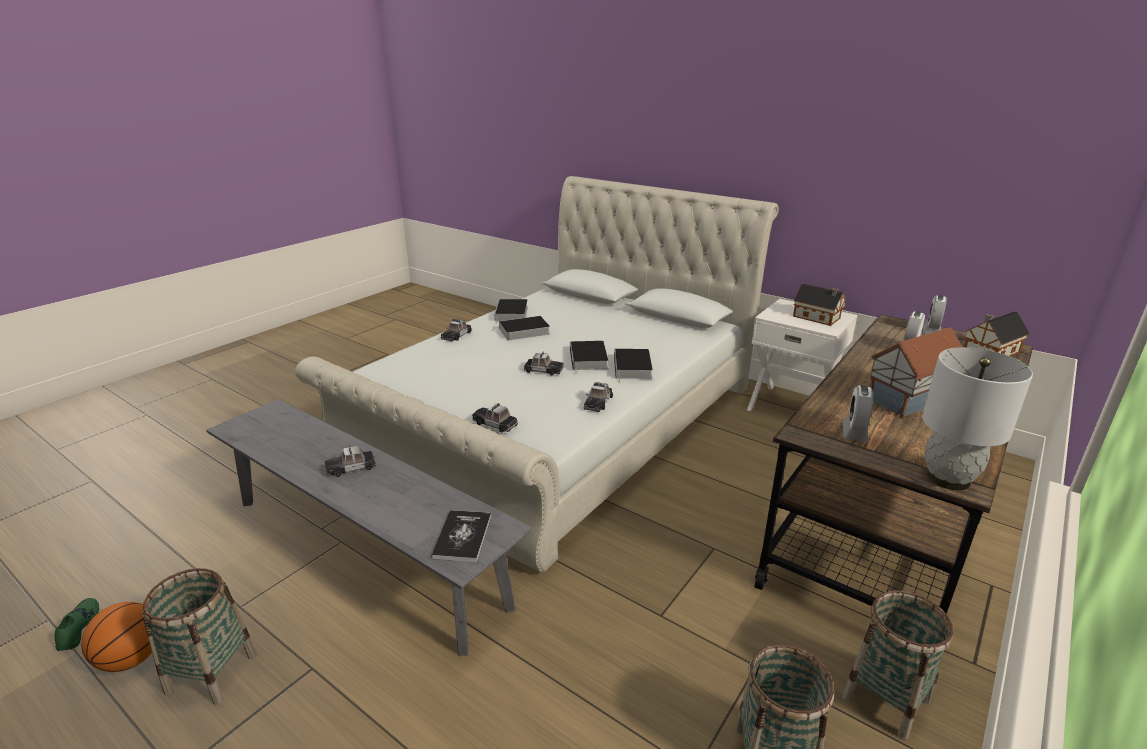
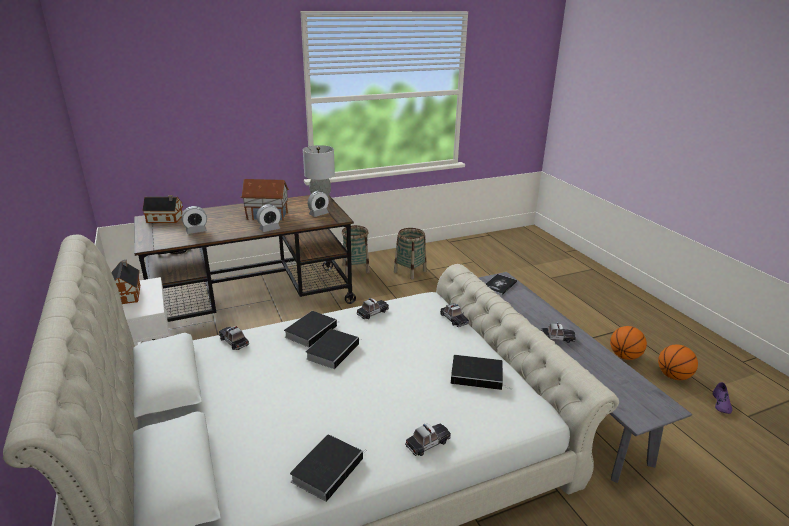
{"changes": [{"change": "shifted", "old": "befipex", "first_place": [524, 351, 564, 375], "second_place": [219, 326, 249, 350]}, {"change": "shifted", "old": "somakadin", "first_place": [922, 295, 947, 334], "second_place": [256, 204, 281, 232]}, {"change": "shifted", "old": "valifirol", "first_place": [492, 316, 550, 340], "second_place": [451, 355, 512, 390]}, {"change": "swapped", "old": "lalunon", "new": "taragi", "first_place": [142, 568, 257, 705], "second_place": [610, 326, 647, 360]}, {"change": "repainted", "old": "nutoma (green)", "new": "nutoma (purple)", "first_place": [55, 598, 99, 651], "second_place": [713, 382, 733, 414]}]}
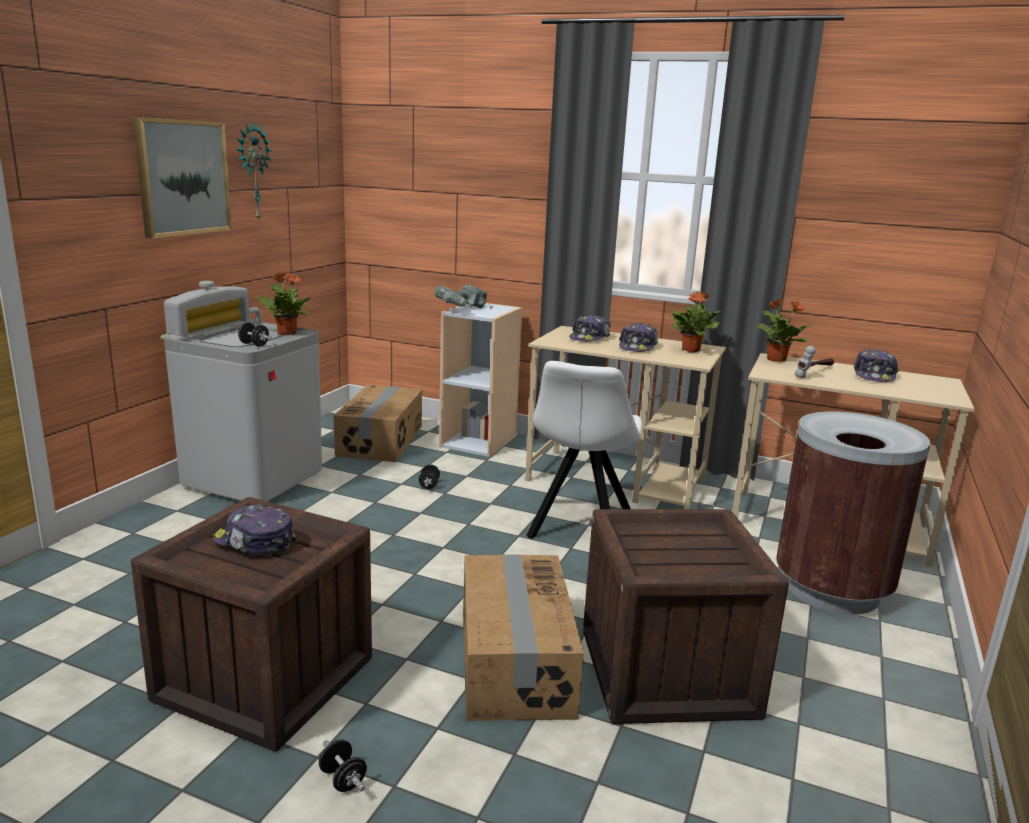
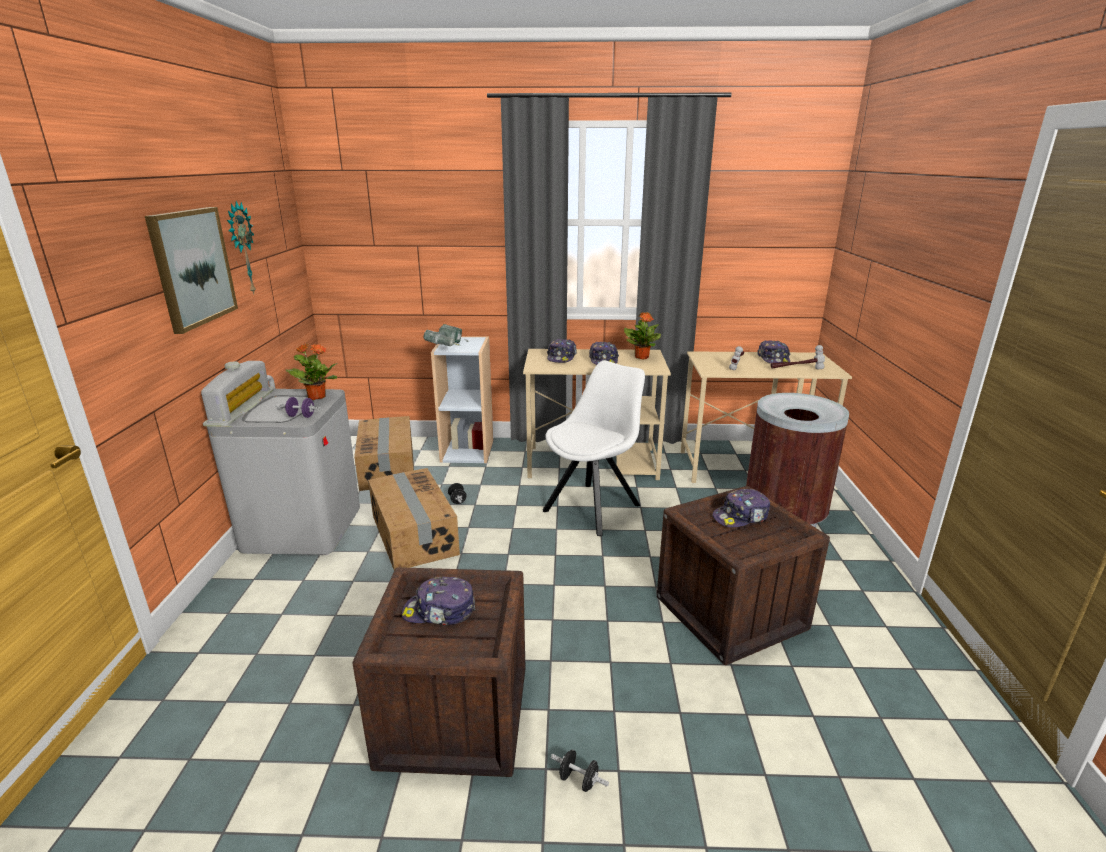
{"changes": [{"change": "repainted", "old": "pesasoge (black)", "new": "pesasoge (purple)", "first_place": [236, 322, 272, 347], "second_place": [279, 397, 321, 418]}, {"change": "shifted", "old": "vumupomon", "first_place": [463, 555, 584, 721], "second_place": [368, 468, 460, 571]}, {"change": "rotated", "old": "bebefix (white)", "first_place": [526, 361, 642, 539], "second_place": [543, 361, 645, 536], "degrees": -135}, {"change": "new", "new": "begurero", "second_place": [713, 489, 770, 527]}, {"change": "new", "new": "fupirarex", "second_place": [771, 345, 825, 369]}, {"change": "gone", "old": "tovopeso", "first_place": [754, 299, 812, 362]}]}
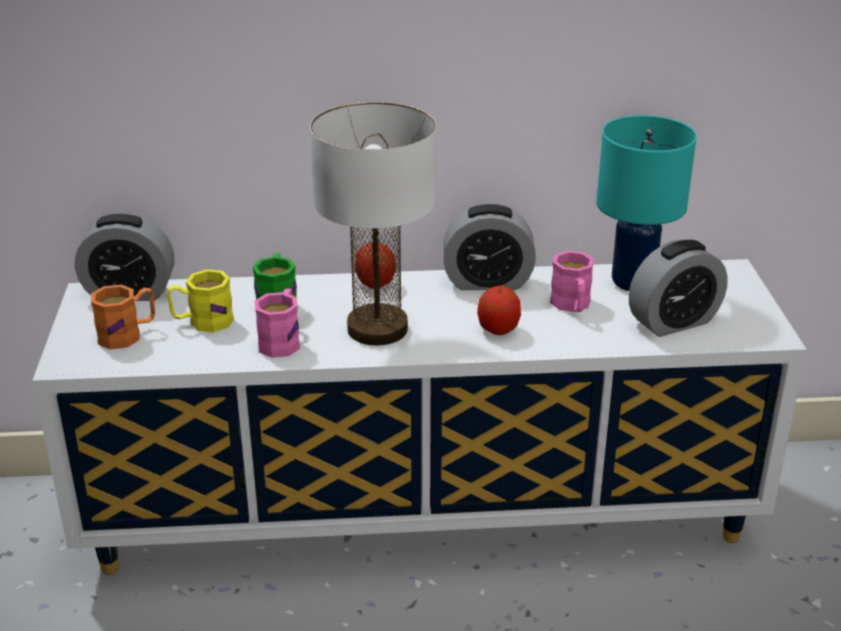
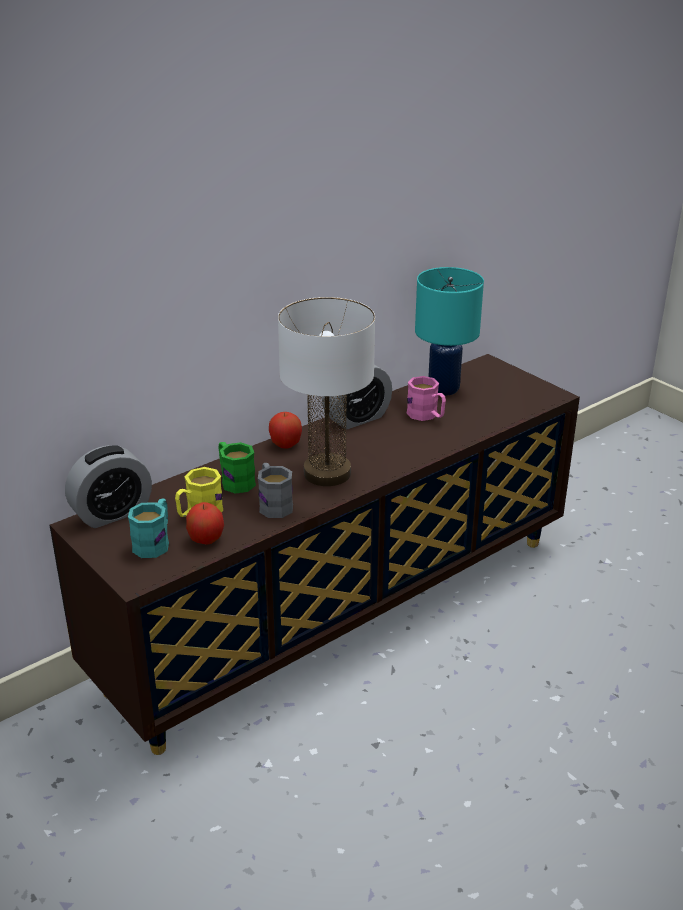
{"changes": [{"change": "repainted", "old": "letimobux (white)", "new": "letimobux (brown)", "first_place": [32, 259, 807, 575], "second_place": [50, 354, 580, 755]}, {"change": "repainted", "old": "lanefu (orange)", "new": "lanefu (turquoise)", "first_place": [91, 285, 155, 349], "second_place": [128, 498, 169, 558]}, {"change": "shifted", "old": "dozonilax", "first_place": [477, 286, 521, 335], "second_place": [186, 502, 224, 544]}, {"change": "repainted", "old": "lanefu (pink)", "new": "lanefu (grey)", "first_place": [255, 288, 300, 358], "second_place": [258, 463, 293, 518]}, {"change": "gone", "old": "somakadin", "first_place": [629, 240, 728, 337]}]}
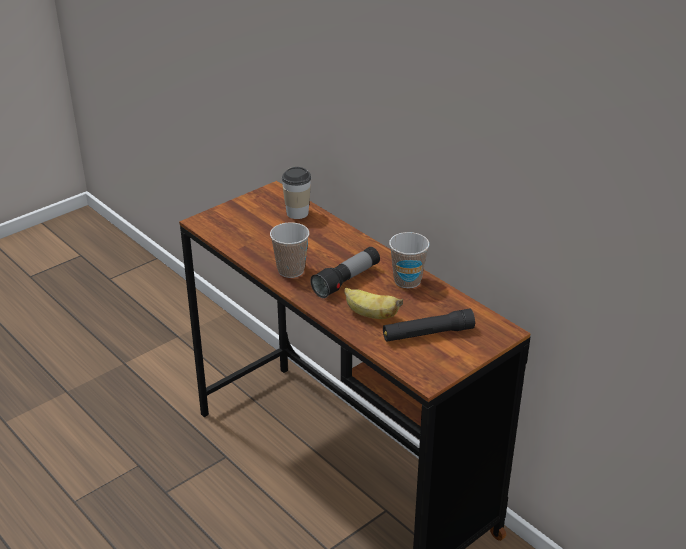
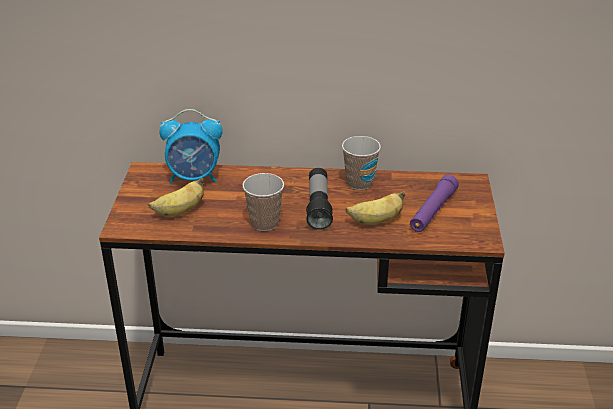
{"changes": [{"change": "new", "new": "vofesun", "second_place": [148, 178, 204, 217]}, {"change": "swapped", "old": "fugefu", "new": "somakadin", "first_place": [282, 167, 311, 219], "second_place": [159, 109, 223, 184]}, {"change": "repainted", "old": "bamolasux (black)", "new": "bamolasux (purple)", "first_place": [383, 309, 475, 342], "second_place": [410, 174, 459, 232]}]}
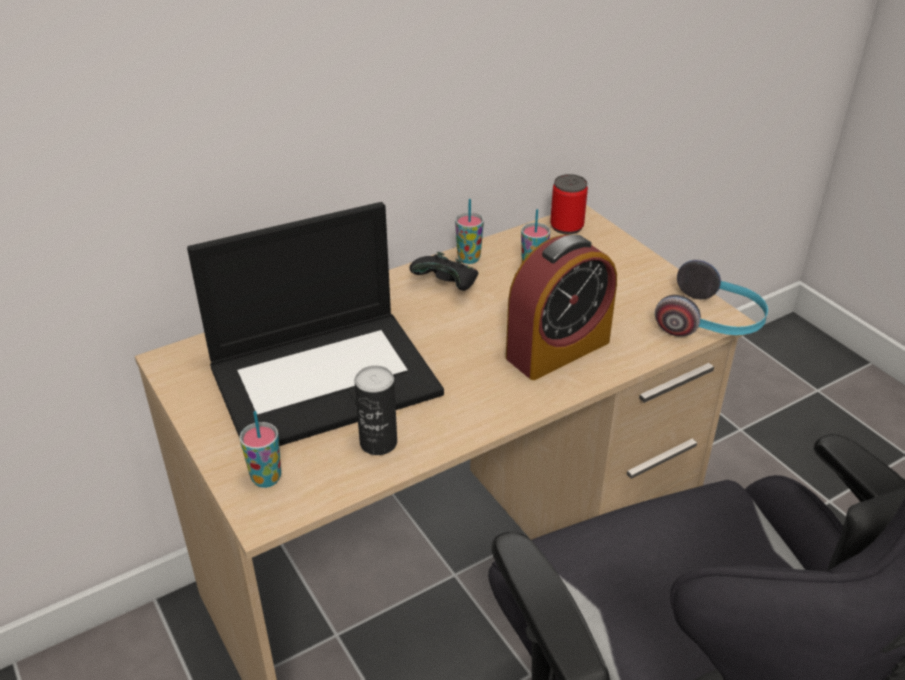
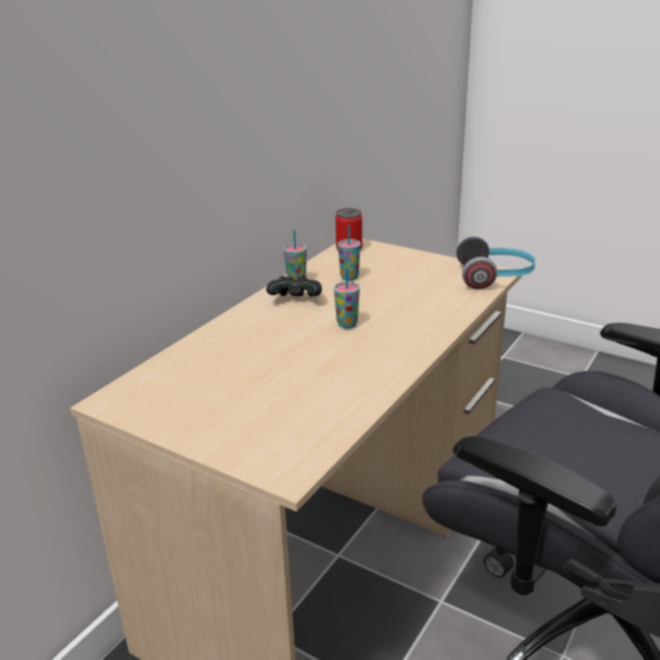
{"changes": [{"change": "shifted", "old": "fugefu", "first_place": [239, 411, 281, 488], "second_place": [334, 267, 360, 328]}, {"change": "gone", "old": "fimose", "first_place": [187, 202, 444, 446]}, {"change": "gone", "old": "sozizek", "first_place": [355, 365, 397, 455]}, {"change": "gone", "old": "somakadin", "first_place": [506, 234, 617, 380]}]}
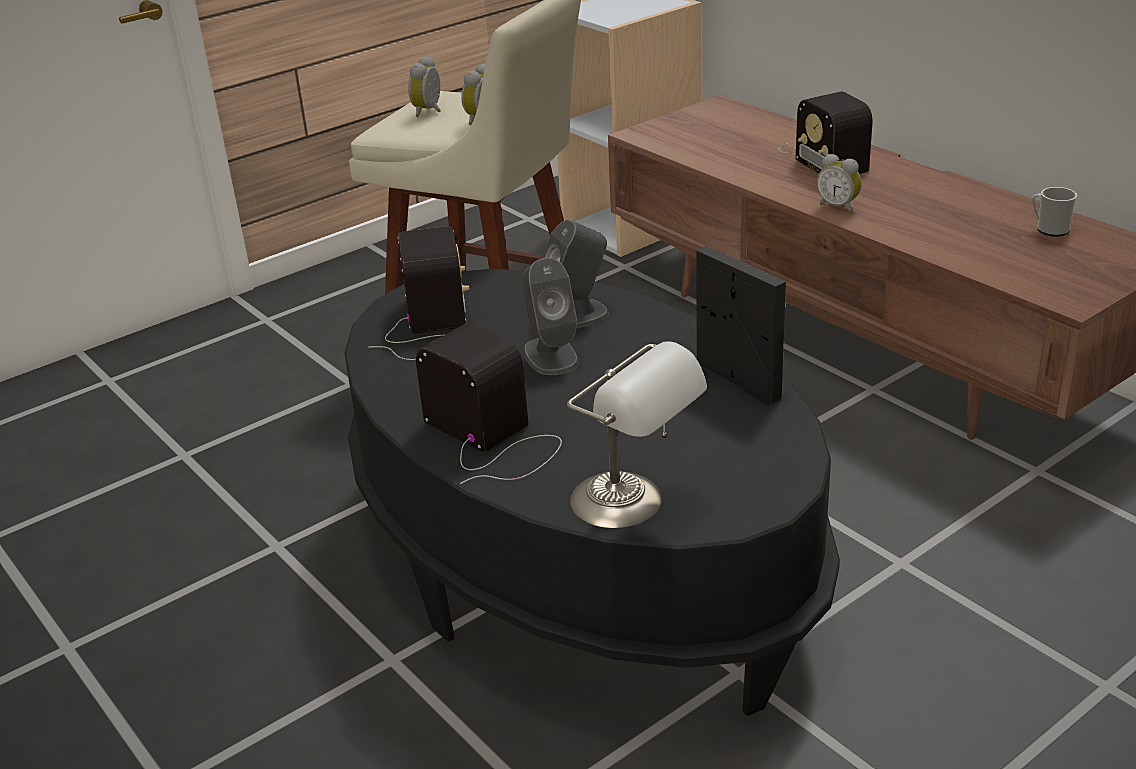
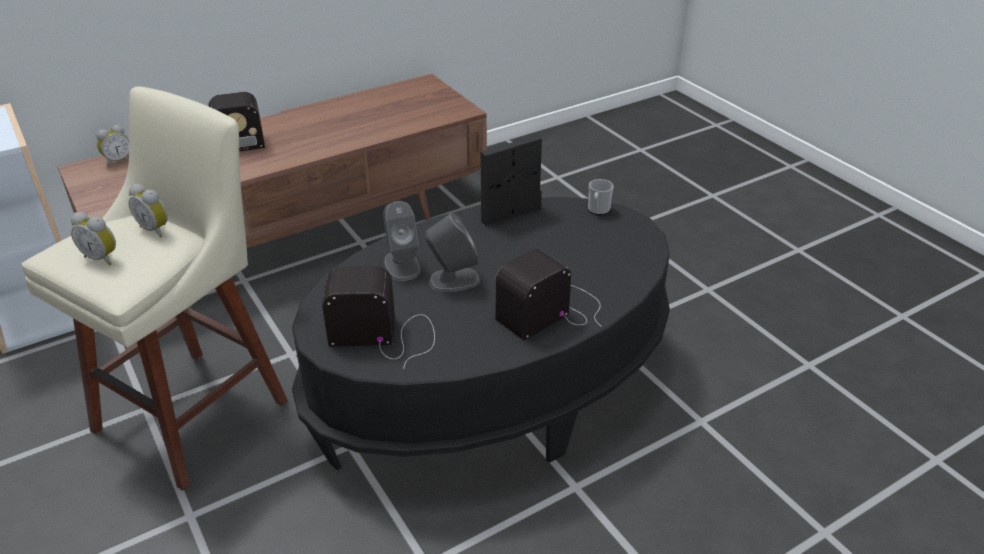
{"changes": [{"change": "shifted", "old": "somakadin", "first_place": [817, 154, 862, 213], "second_place": [96, 125, 129, 166]}, {"change": "shifted", "old": "lanefu", "first_place": [1032, 187, 1077, 237], "second_place": [588, 179, 614, 215]}, {"change": "gone", "old": "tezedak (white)", "first_place": [567, 341, 707, 528]}]}
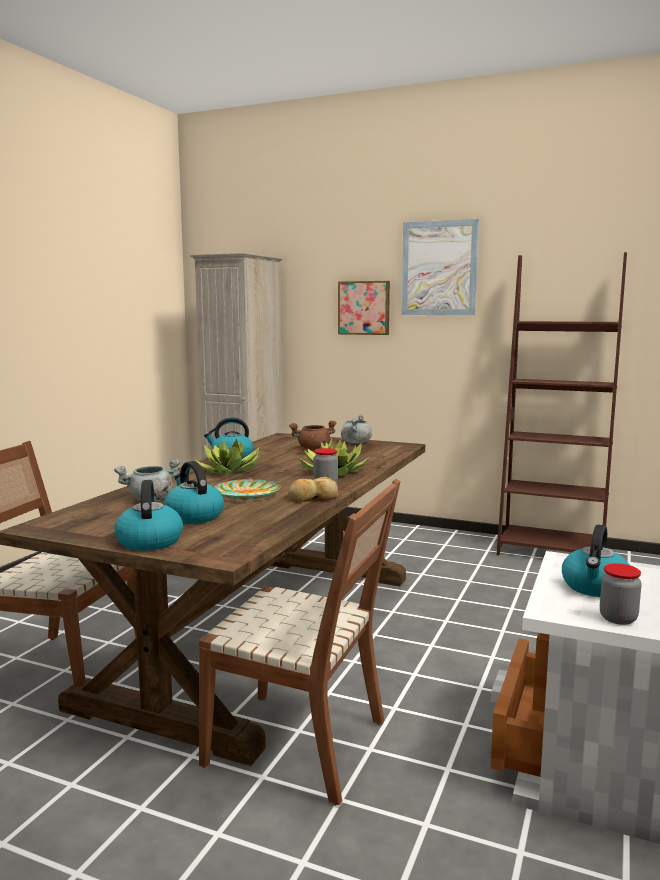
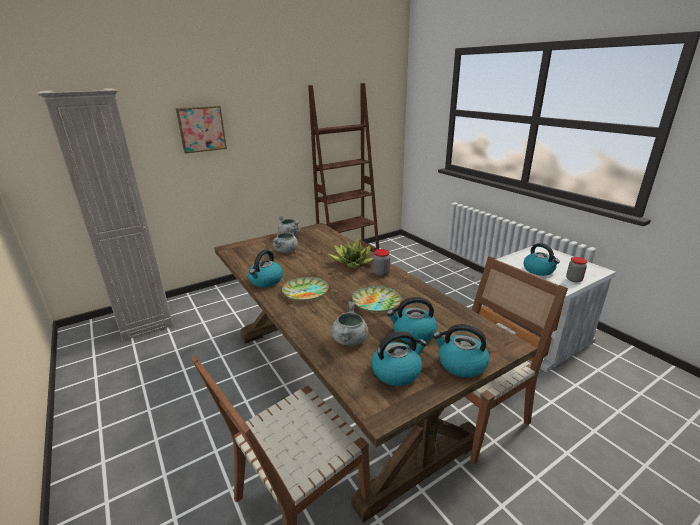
{"changes": [{"change": "repainted", "old": "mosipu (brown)", "new": "mosipu (grey)", "first_place": [289, 420, 337, 450], "second_place": [272, 226, 298, 253]}, {"change": "swapped", "old": "tovopeso", "new": "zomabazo", "first_place": [195, 439, 260, 474], "second_place": [282, 277, 329, 301]}, {"change": "new", "new": "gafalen", "second_place": [372, 331, 427, 386]}, {"change": "gone", "old": "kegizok", "first_place": [288, 477, 338, 502]}, {"change": "gone", "old": "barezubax", "first_place": [401, 219, 479, 315]}]}
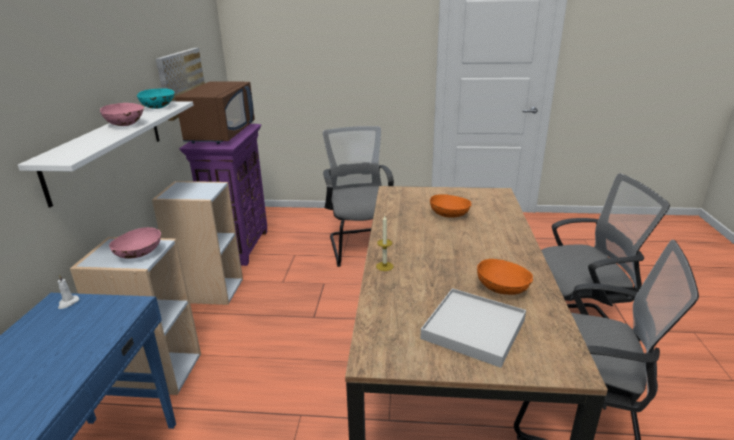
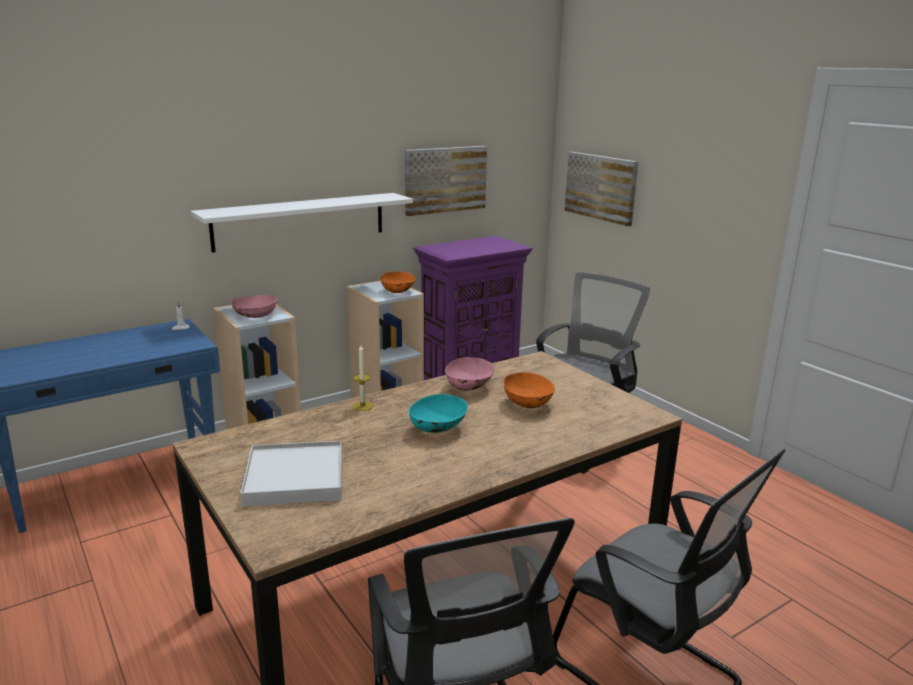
{"changes": [{"change": "shifted", "old": "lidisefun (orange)", "first_place": [477, 259, 533, 295], "second_place": [380, 272, 416, 293]}, {"change": "shifted", "old": "lidisefun (turquoise)", "first_place": [137, 88, 175, 109], "second_place": [409, 394, 468, 433]}, {"change": "shifted", "old": "lidisefun (pink)", "first_place": [100, 103, 144, 126], "second_place": [445, 357, 495, 391]}, {"change": "new", "new": "barezubax", "second_place": [565, 152, 638, 226]}, {"change": "gone", "old": "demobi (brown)", "first_place": [175, 82, 255, 144]}]}
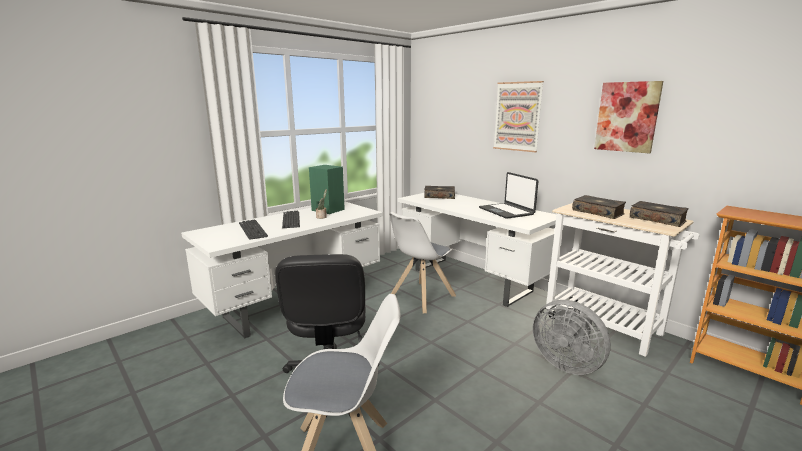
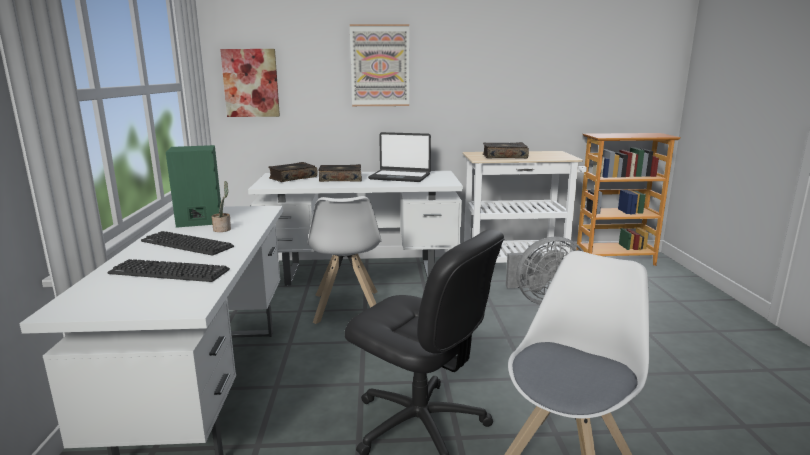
{"changes": [{"change": "shifted", "old": "barezubax", "first_place": [594, 81, 663, 154], "second_place": [220, 49, 280, 117]}, {"change": "shifted", "old": "valifirol", "first_place": [630, 201, 689, 227], "second_place": [319, 164, 362, 182]}]}
